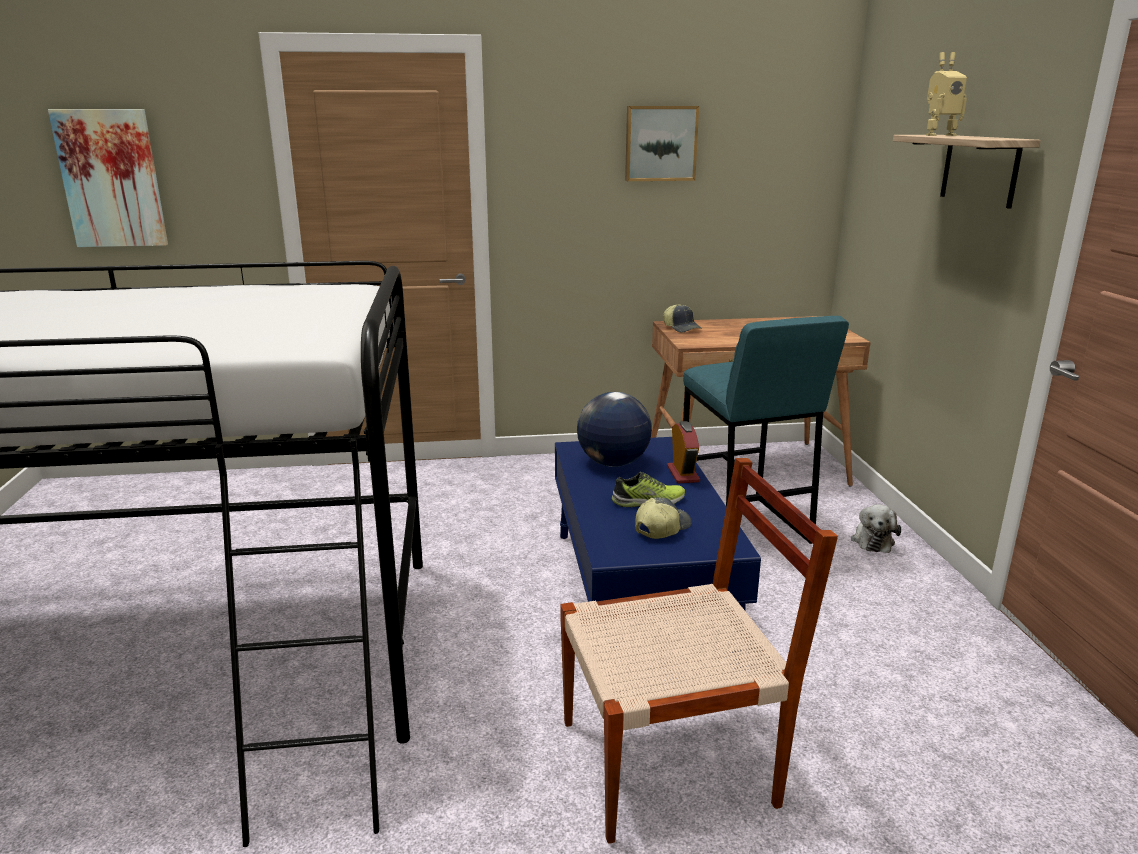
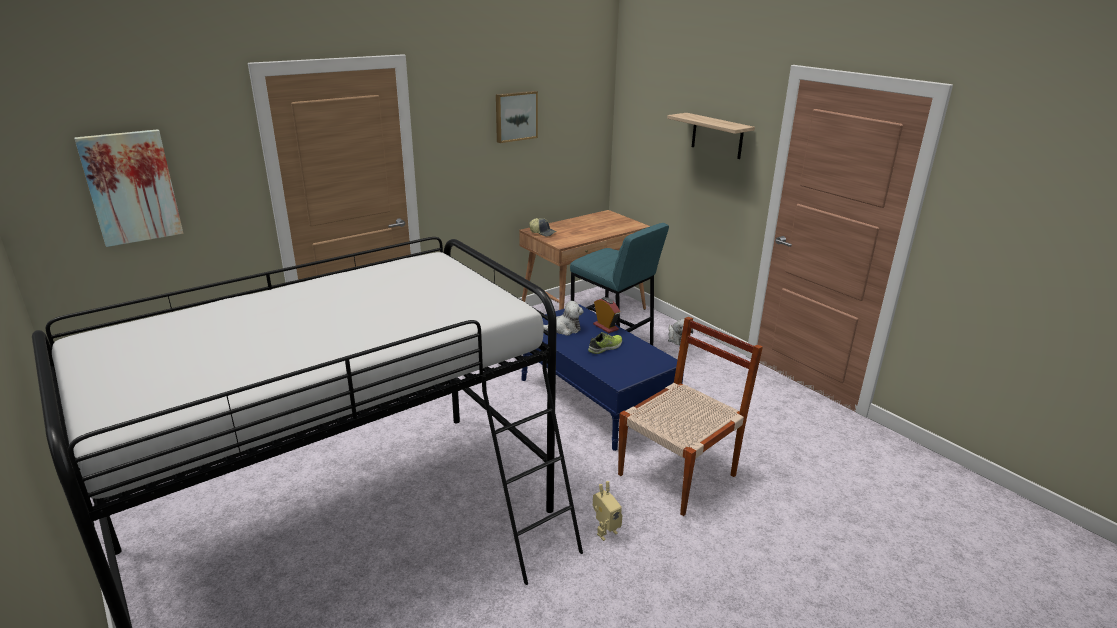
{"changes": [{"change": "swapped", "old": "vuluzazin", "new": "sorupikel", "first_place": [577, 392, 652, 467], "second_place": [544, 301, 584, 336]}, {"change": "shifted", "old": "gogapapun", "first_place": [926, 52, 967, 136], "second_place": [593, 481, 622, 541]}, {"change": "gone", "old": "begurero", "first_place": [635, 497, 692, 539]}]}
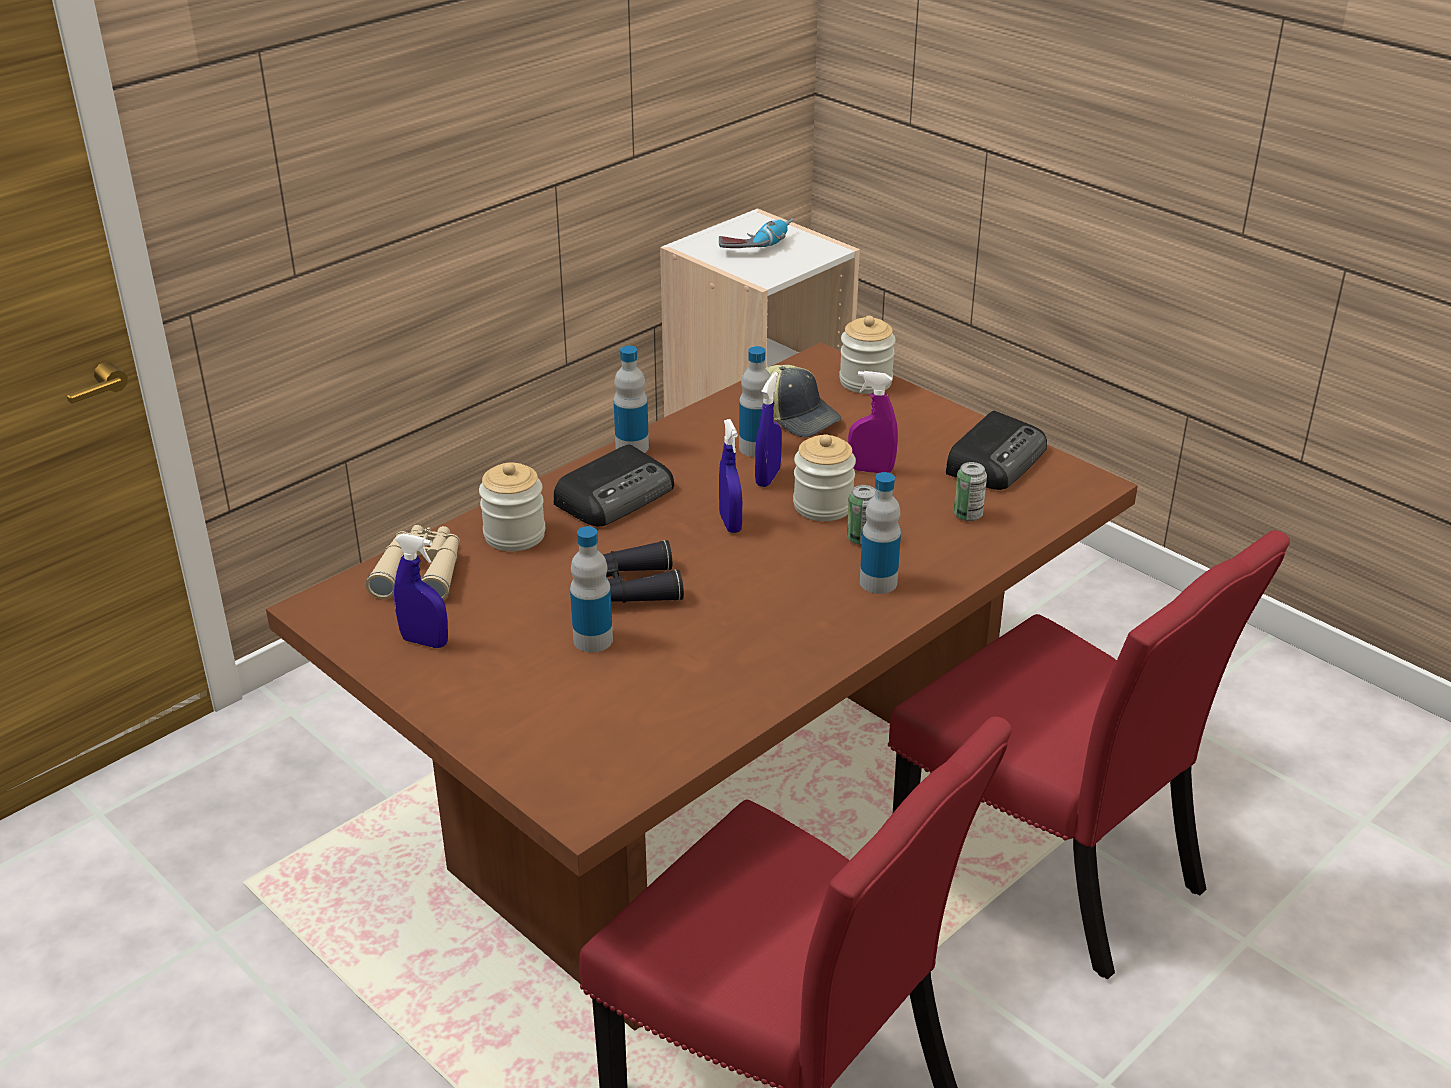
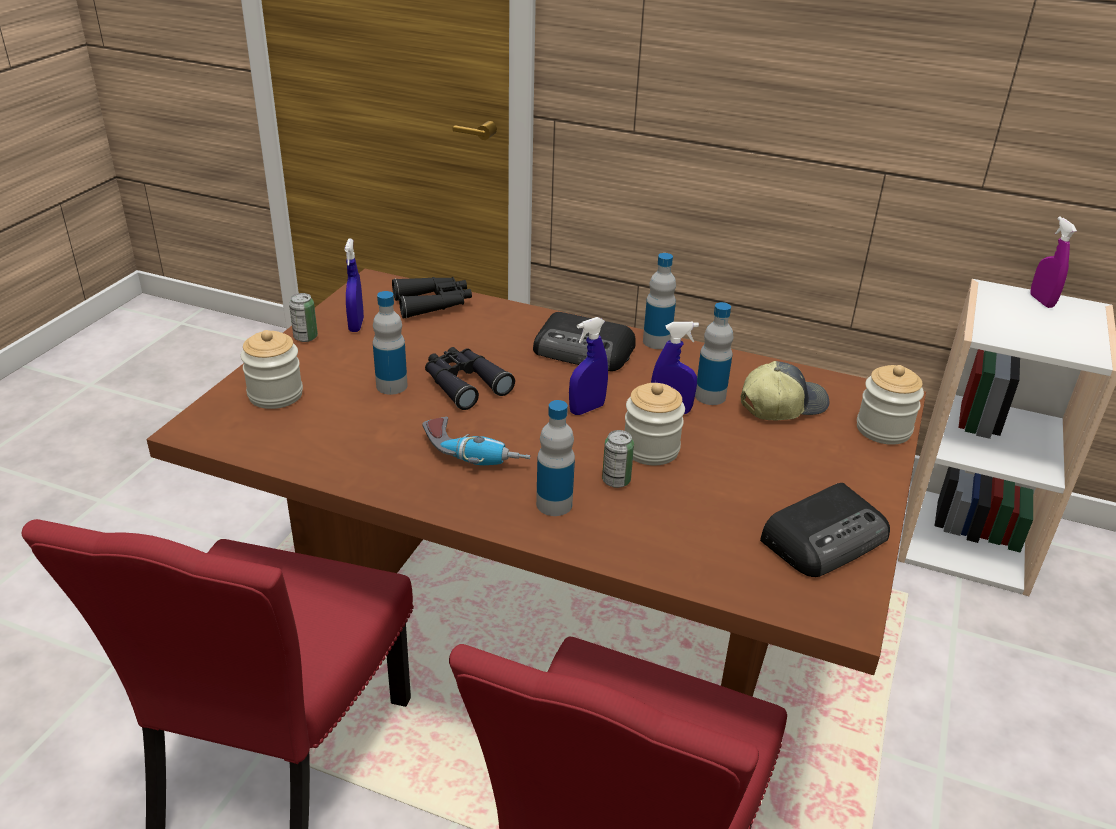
{"changes": [{"change": "shifted", "old": "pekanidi", "first_place": [479, 462, 545, 551], "second_place": [241, 330, 303, 409]}, {"change": "shifted", "old": "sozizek", "first_place": [954, 462, 987, 521], "second_place": [289, 293, 318, 342]}, {"change": "repainted", "old": "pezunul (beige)", "new": "pezunul (black)", "first_place": [366, 525, 460, 600], "second_place": [392, 277, 472, 319]}, {"change": "shifted", "old": "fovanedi", "first_place": [719, 218, 794, 248], "second_place": [423, 417, 530, 465]}, {"change": "rotated", "old": "begurero", "first_place": [765, 365, 842, 437], "second_place": [741, 361, 830, 420], "degrees": -135}, {"change": "rotated", "old": "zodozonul", "first_place": [946, 411, 1047, 490], "second_place": [760, 483, 890, 577], "degrees": -45}, {"change": "shifted", "old": "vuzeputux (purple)", "first_place": [848, 371, 898, 473], "second_place": [1030, 217, 1077, 308]}]}
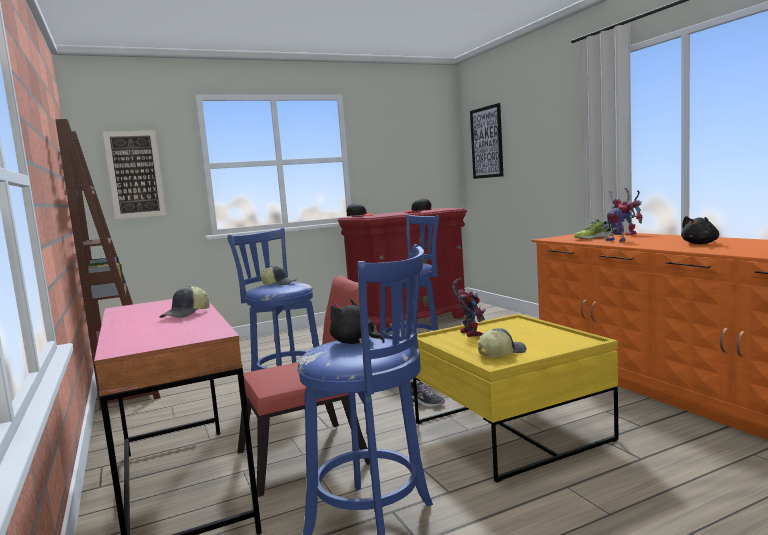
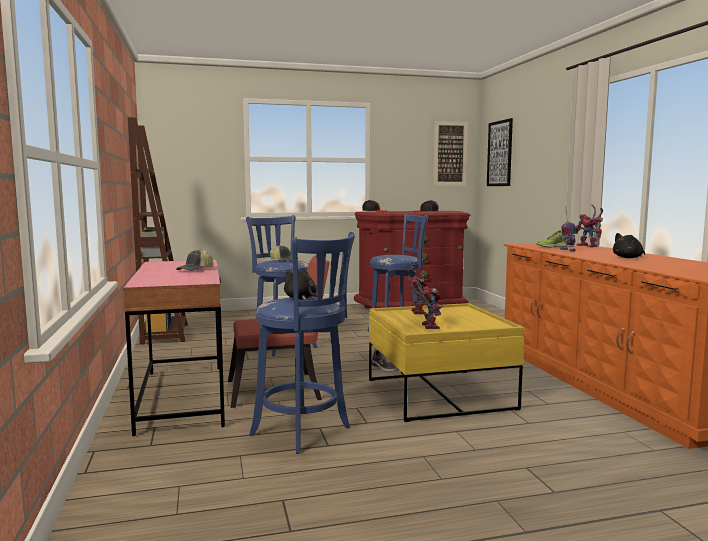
{"changes": [{"change": "swapped", "old": "begurero", "new": "gogapapun", "first_place": [478, 328, 527, 357], "second_place": [417, 275, 443, 329]}, {"change": "shifted", "old": "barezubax", "first_place": [103, 130, 166, 219], "second_place": [433, 121, 468, 186]}]}
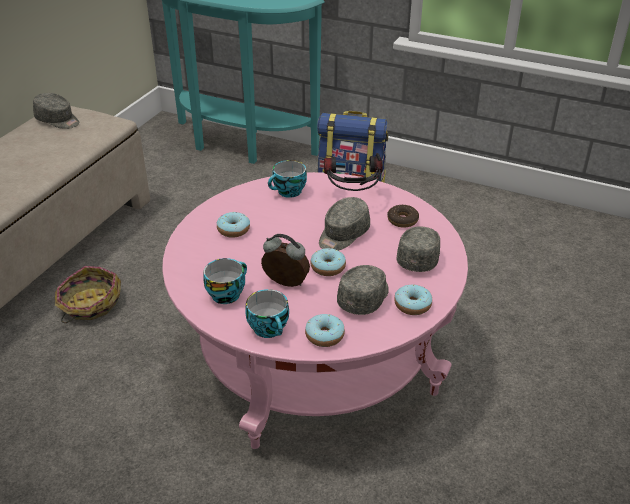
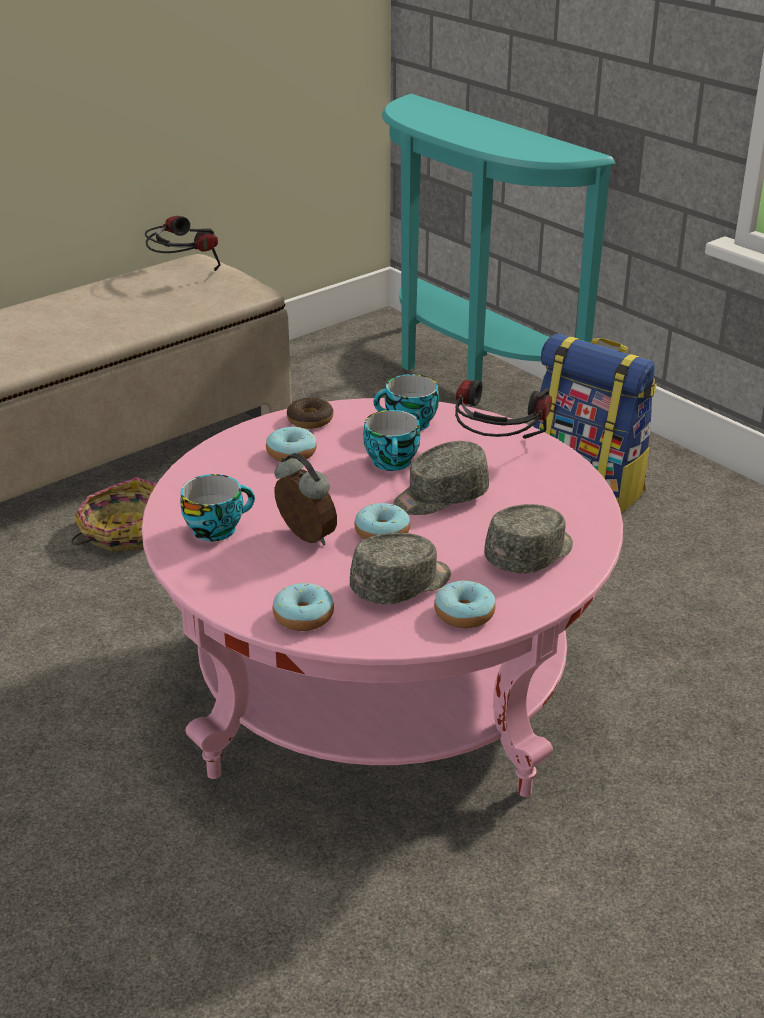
{"changes": [{"change": "swapped", "old": "begurero (grey)", "new": "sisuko", "first_place": [33, 93, 79, 129], "second_place": [145, 216, 221, 271]}, {"change": "shifted", "old": "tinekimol", "first_place": [387, 205, 419, 228], "second_place": [287, 397, 333, 429]}, {"change": "shifted", "old": "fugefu", "first_place": [245, 289, 289, 338], "second_place": [363, 410, 420, 471]}]}
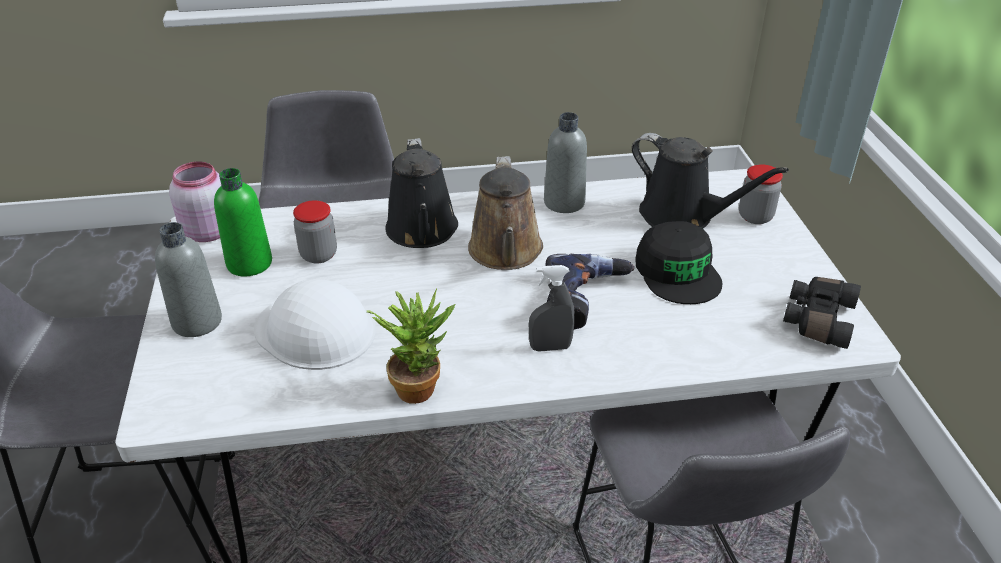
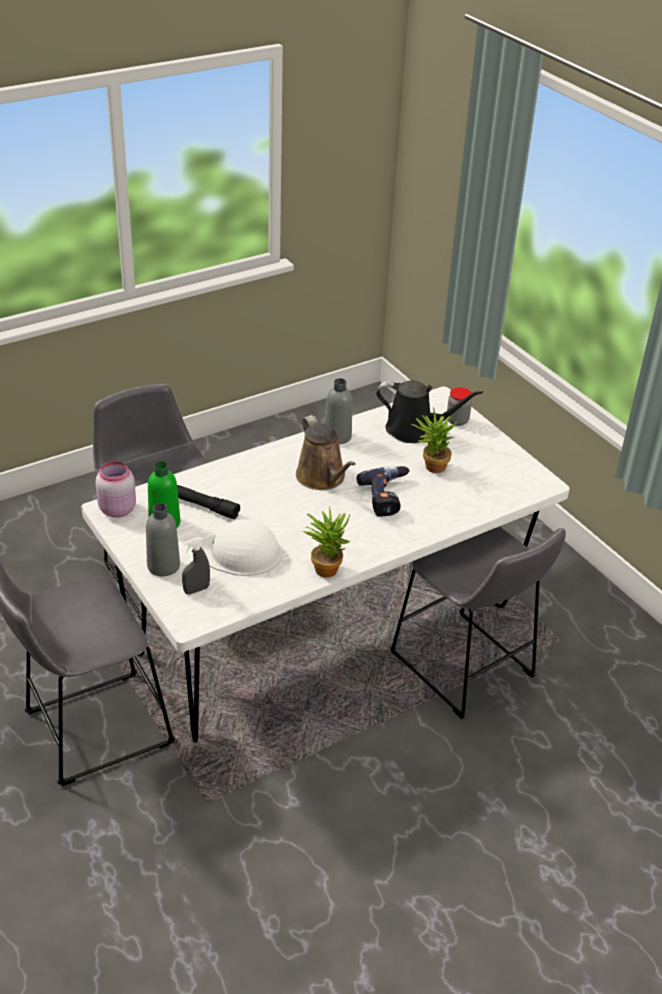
{"changes": [{"change": "swapped", "old": "pekanidi", "new": "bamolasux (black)", "first_place": [293, 200, 337, 264], "second_place": [177, 485, 240, 519]}, {"change": "shifted", "old": "vuzeputux (grey)", "first_place": [529, 265, 575, 352], "second_place": [182, 537, 210, 594]}, {"change": "swapped", "old": "begurero (black)", "new": "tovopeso", "first_place": [635, 221, 722, 304], "second_place": [411, 407, 458, 473]}, {"change": "gone", "old": "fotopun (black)", "first_place": [385, 138, 458, 248]}, {"change": "gone", "old": "pezunul (black)", "first_place": [783, 277, 861, 349]}]}
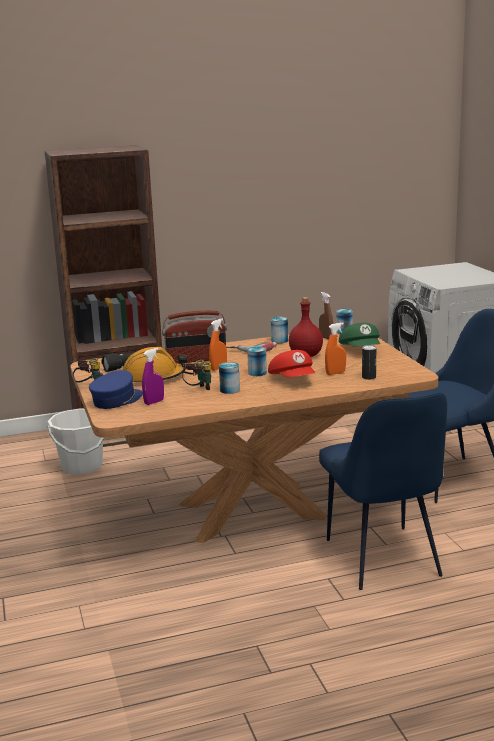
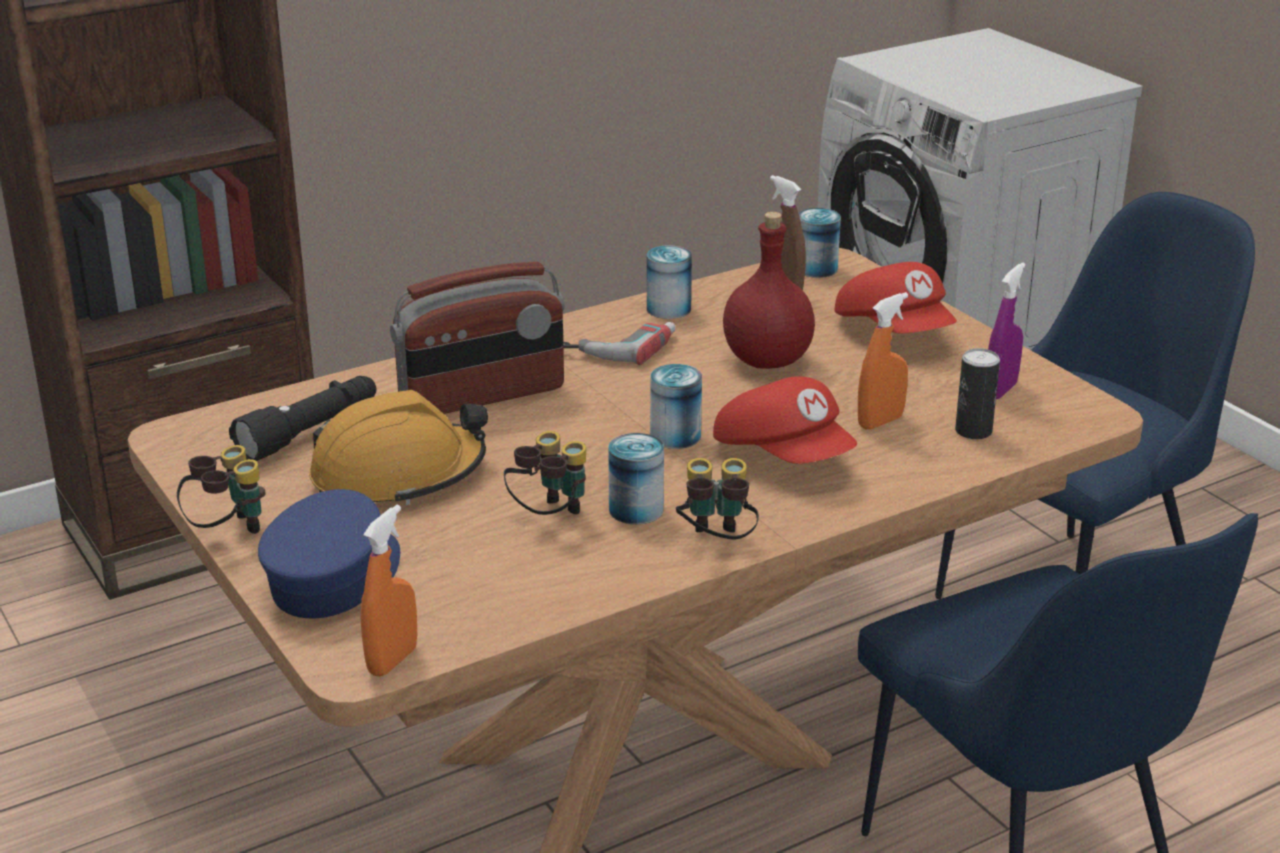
{"changes": [{"change": "shifted", "old": "vuzeputux (orange)", "first_place": [209, 319, 227, 371], "second_place": [361, 505, 417, 677]}, {"change": "new", "new": "pezunul", "second_place": [676, 458, 759, 539]}, {"change": "repainted", "old": "begurero (green)", "new": "begurero (red)", "first_place": [339, 323, 380, 347], "second_place": [835, 262, 957, 334]}, {"change": "shifted", "old": "vuzeputux (purple)", "first_place": [142, 348, 164, 405], "second_place": [988, 262, 1026, 399]}, {"change": "gone", "old": "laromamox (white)", "first_place": [48, 409, 104, 475]}]}
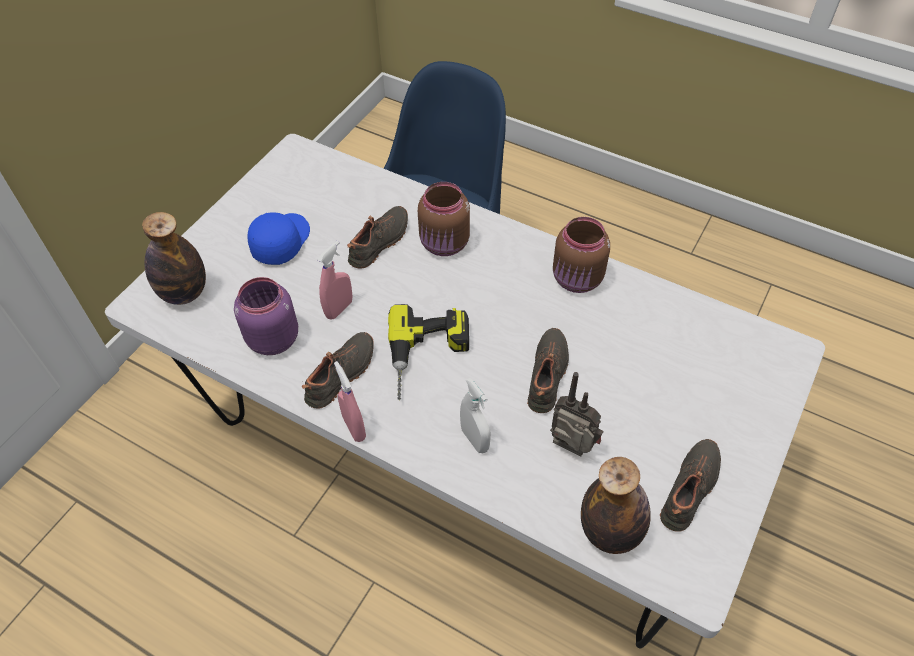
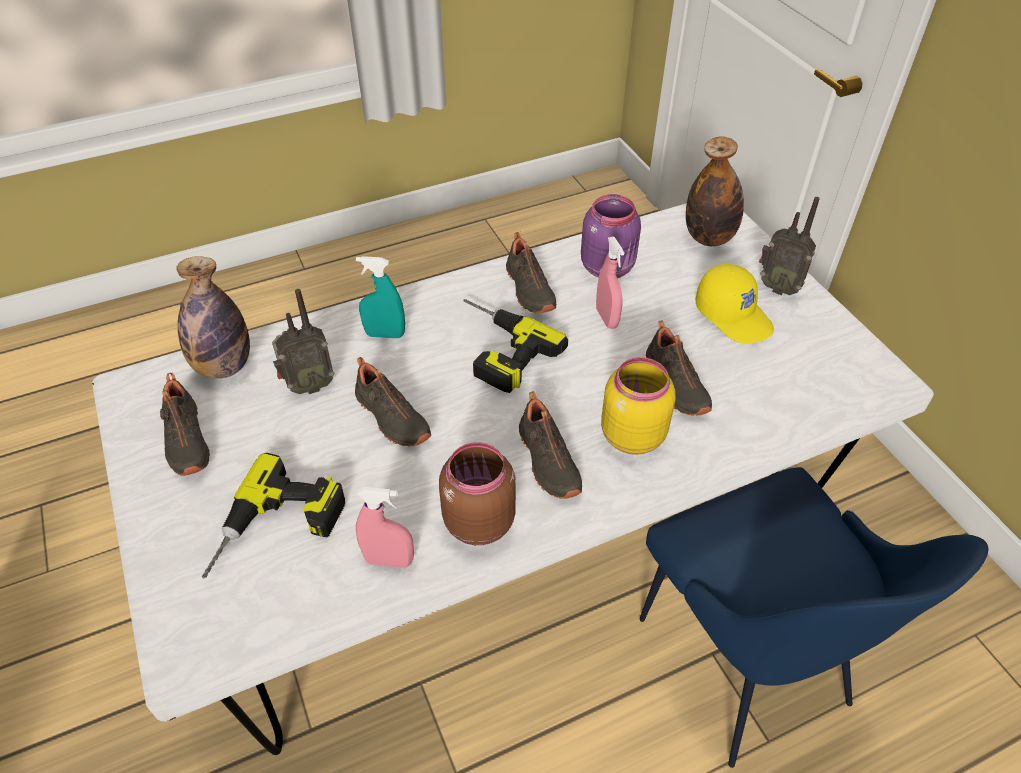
{"changes": [{"change": "new", "new": "fovanedi", "second_place": [202, 453, 345, 579]}, {"change": "repainted", "old": "vuzeputux (white)", "new": "vuzeputux (turquoise)", "first_place": [460, 378, 491, 453], "second_place": [356, 256, 405, 338]}, {"change": "shifted", "old": "vuzeputux (pink)", "first_place": [334, 361, 366, 442], "second_place": [356, 487, 414, 568]}, {"change": "new", "new": "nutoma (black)", "second_place": [519, 392, 582, 499]}, {"change": "repainted", "old": "pekanidi (brown)", "new": "pekanidi (yellow)", "first_place": [418, 182, 470, 256], "second_place": [601, 357, 676, 455]}, {"change": "repainted", "old": "begurero (blue)", "new": "begurero (yellow)", "first_place": [247, 212, 310, 265], "second_place": [695, 264, 774, 343]}, {"change": "new", "new": "zodozonul", "second_place": [759, 197, 820, 295]}]}
